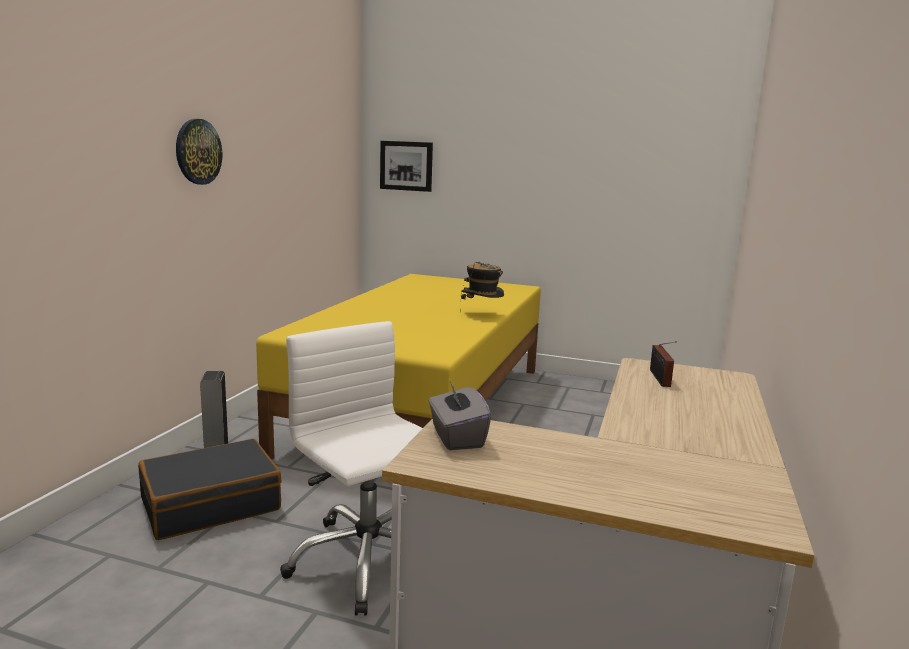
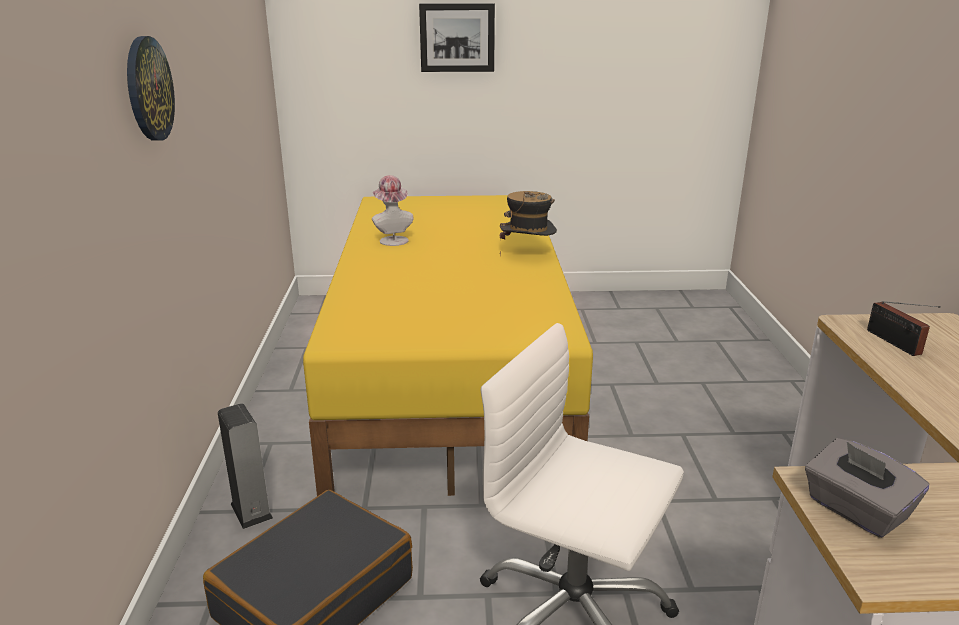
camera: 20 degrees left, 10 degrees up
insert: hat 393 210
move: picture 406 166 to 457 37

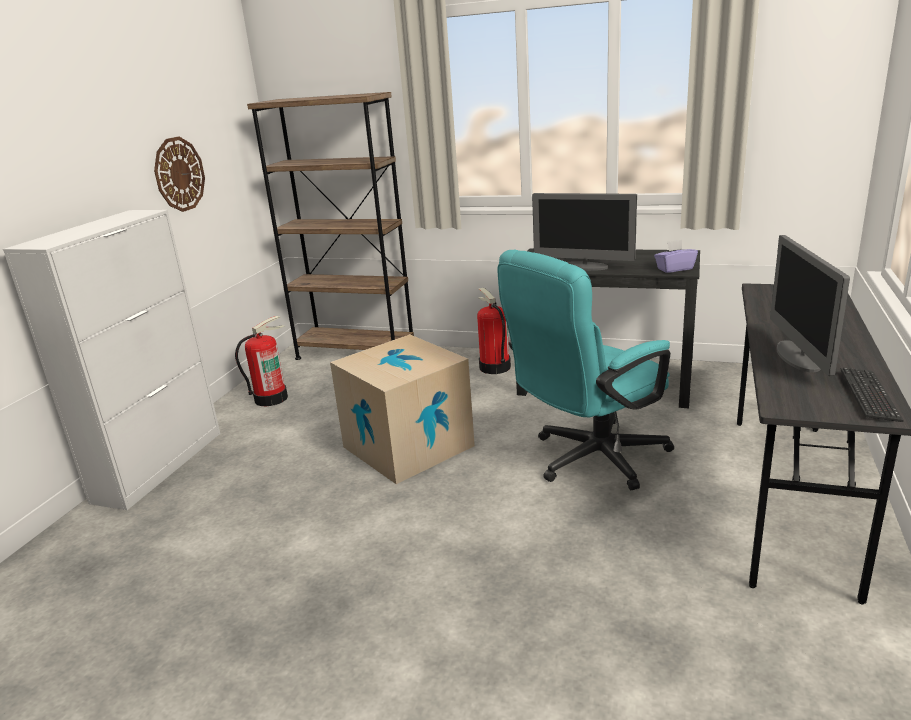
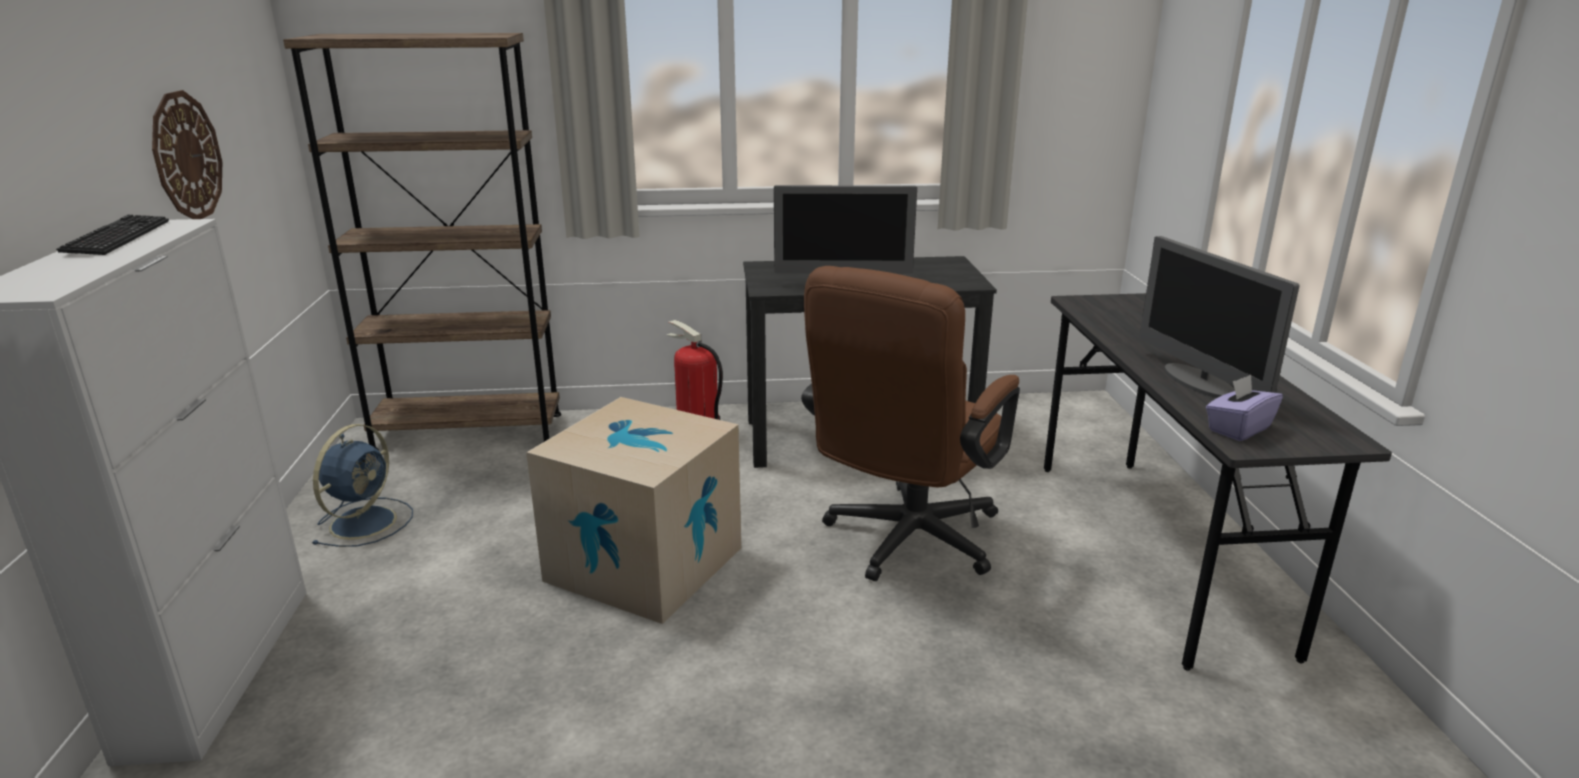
camera: 25 degrees left, 0 degrees up
move: purple tissue box 676 256 to 1244 408; keyboard 872 395 to 112 235
replace: fire extinguisher 261 361 to blue fan 362 485
recolor: turquoise office chair 585 370 to brown office chair 910 423

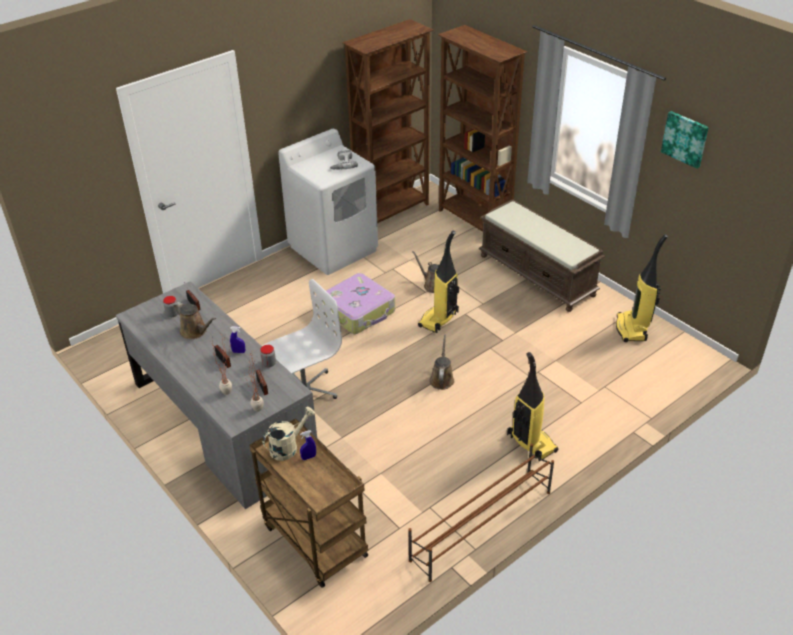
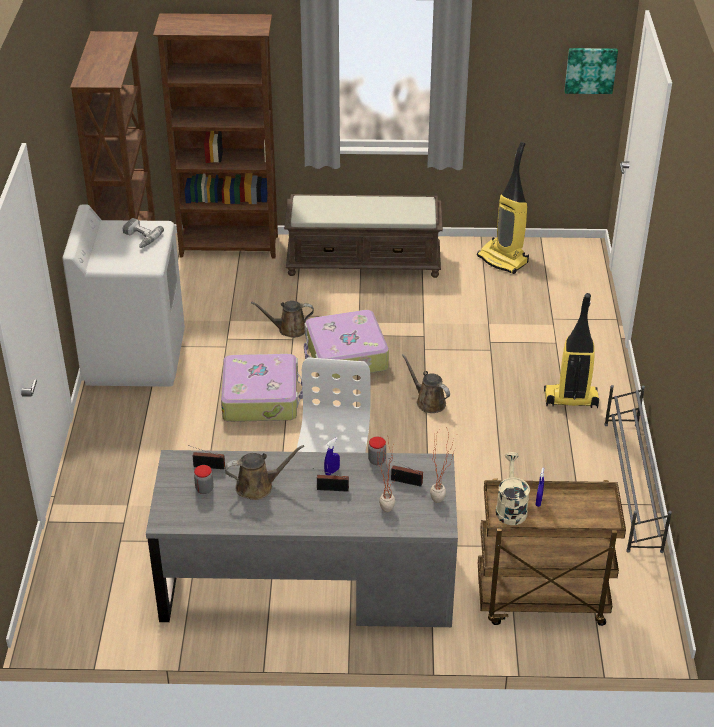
camera: 50 degrees left, 0 degrees up
move: picture 685 140 to 591 71
replace: vacuum cleaner 438 282 to suitcase 346 344
recolor: brown shoe rack 481 513 to grey shoe rack 638 469

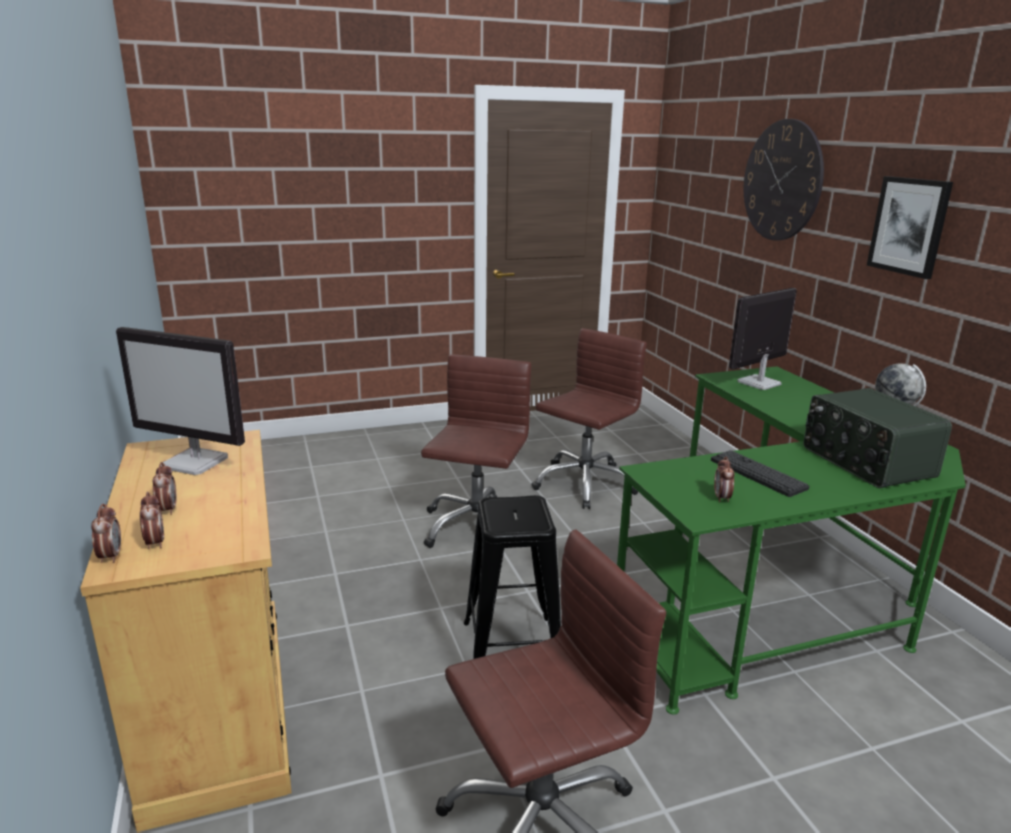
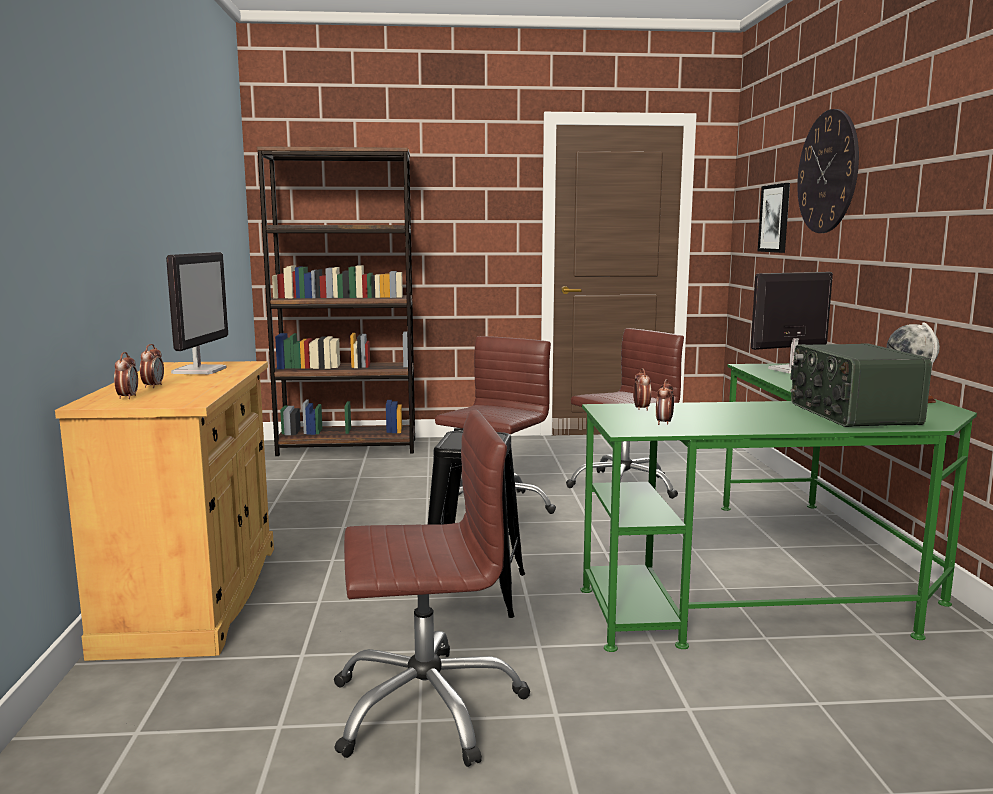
camera: 15 degrees right, 10 degrees down
delete: keyboard 760 473
insert: brown bookcase 336 301
move: alarm clock 106 533 to 642 389; picture 910 227 to 774 218
rotate: monitor 180 401 = 197 313 120 degrees counterclockwise

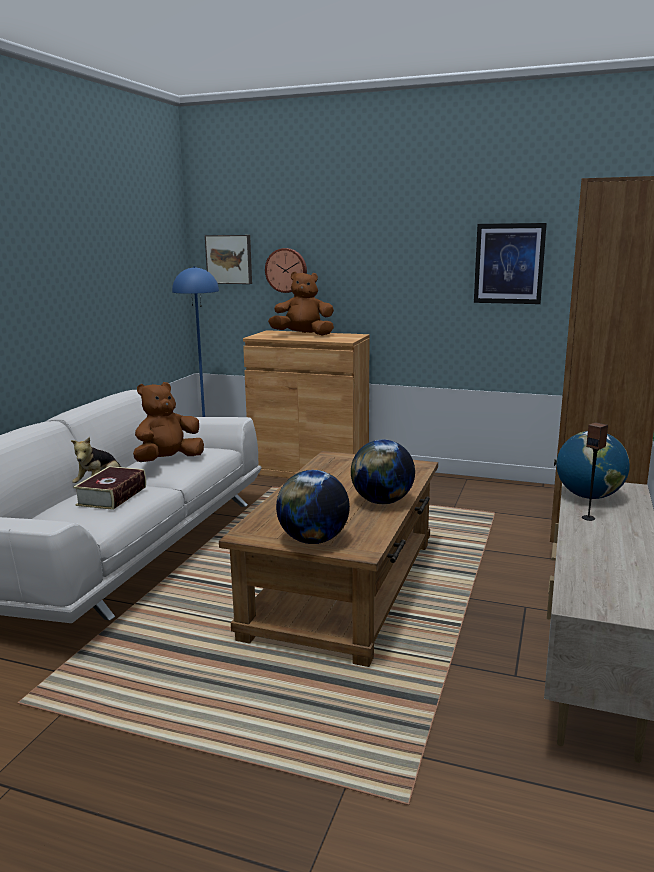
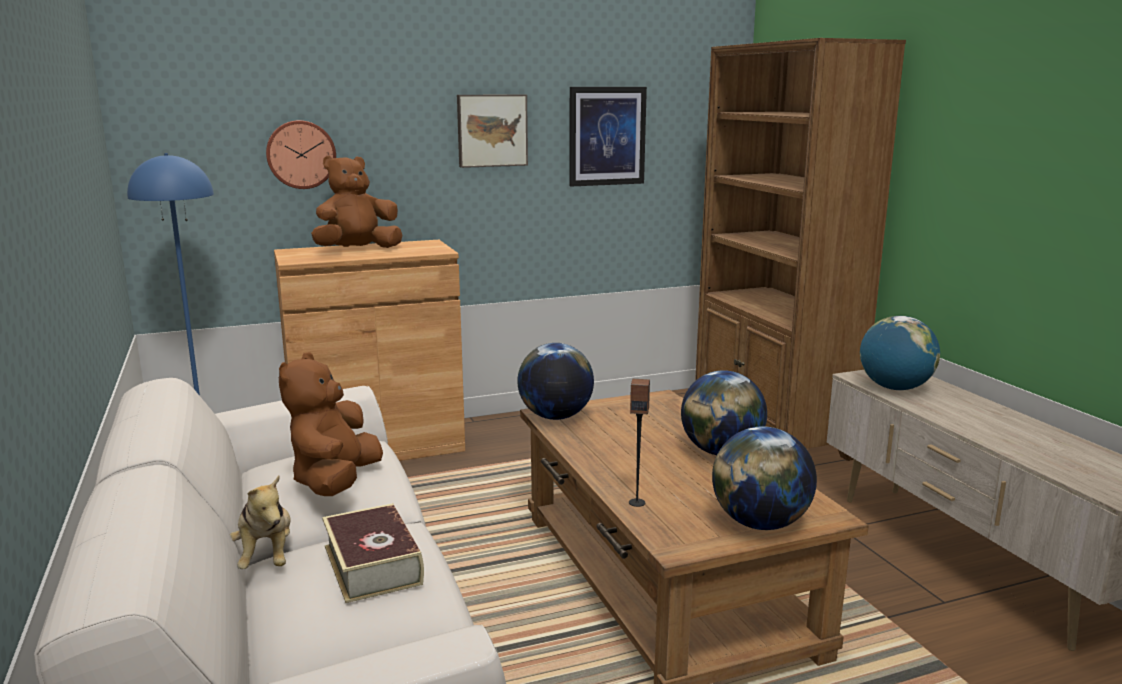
camera: 40 degrees left, 0 degrees up
insert: globe 555 381
move: picture 228 259 to 492 131; speaker 595 471 to 639 443

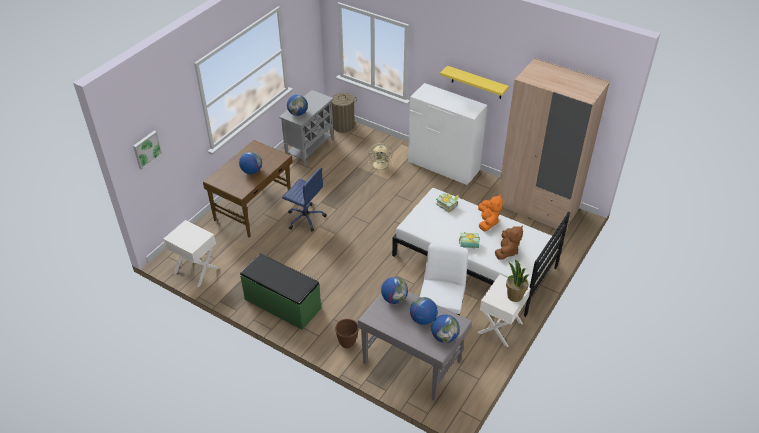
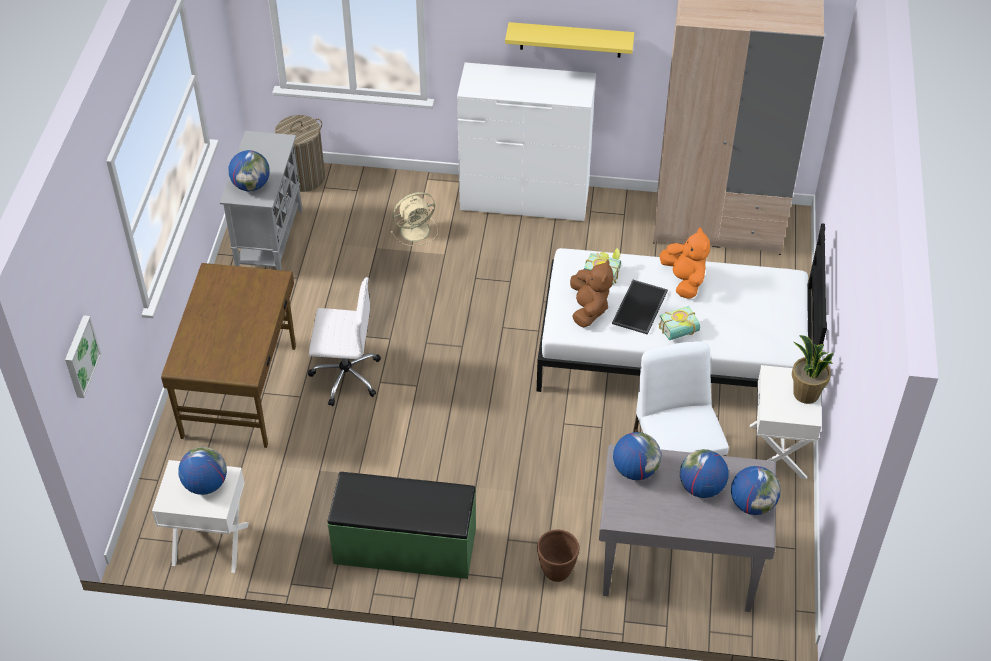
camera: 25 degrees left, 5 degrees up
insert: tray 640 307
move: globe 250 162 to 202 471; brown plush toy 509 242 to 591 293
recolor: blue office chair 304 200 to white office chair 344 341

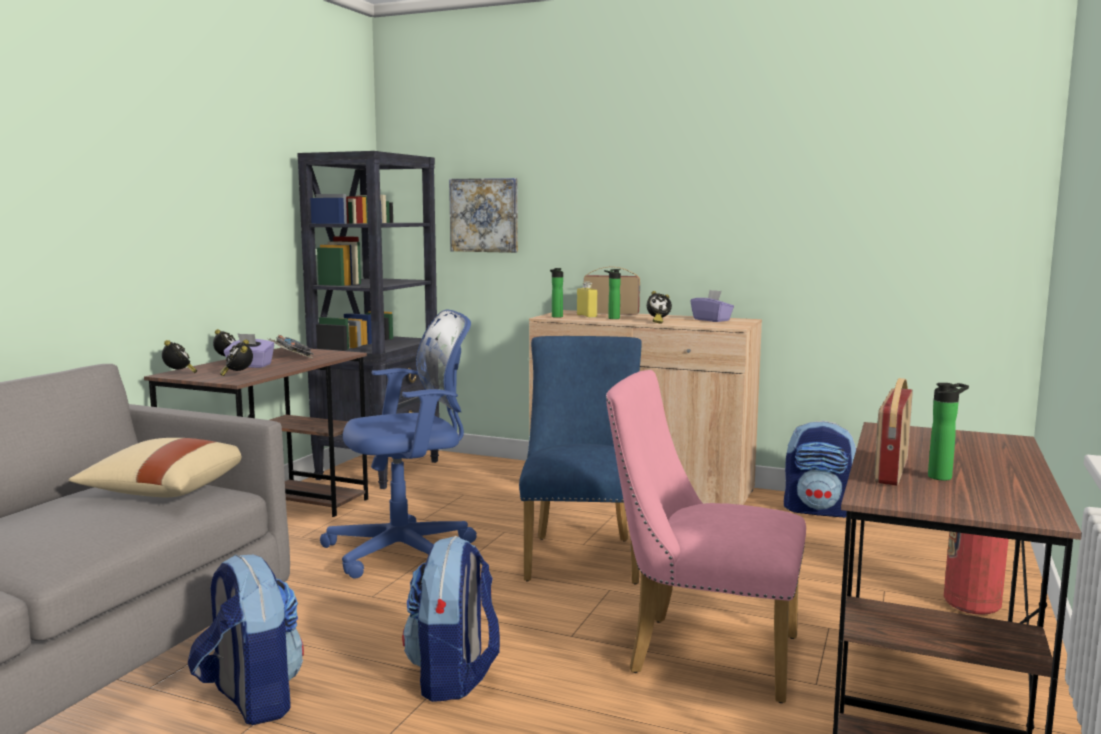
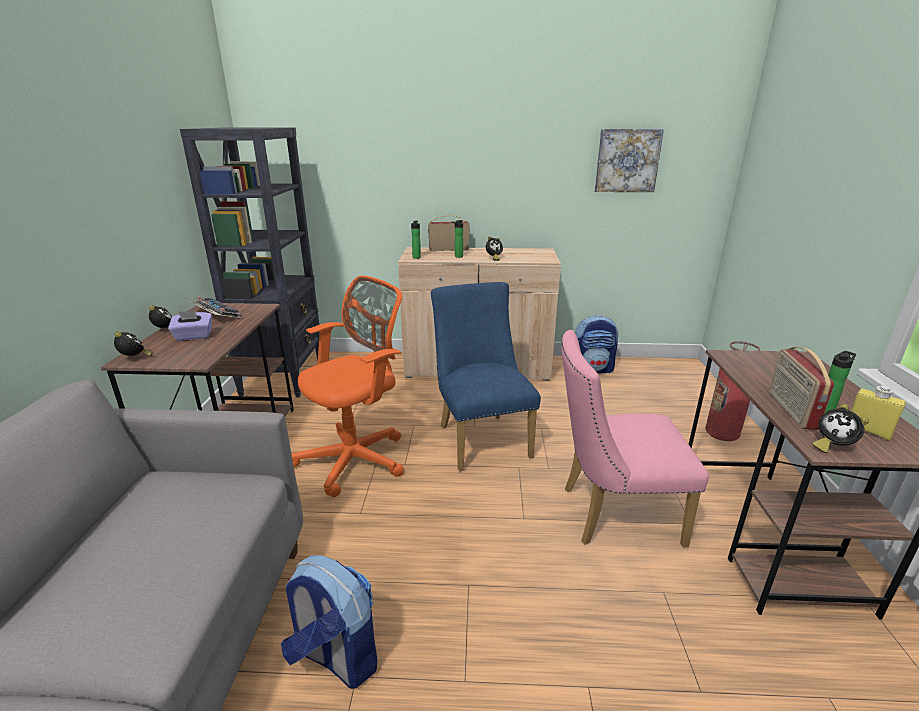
camera: 20 degrees left, 15 degrees up
delete: beige pillow 155 467; backpack 451 619; purple tissue box 712 306
move: alarm clock 236 357 to 840 428; picture 483 215 to 629 160; yellow bottle 587 299 to 878 413
recolor: blue office chair 398 444 to orange office chair 348 386

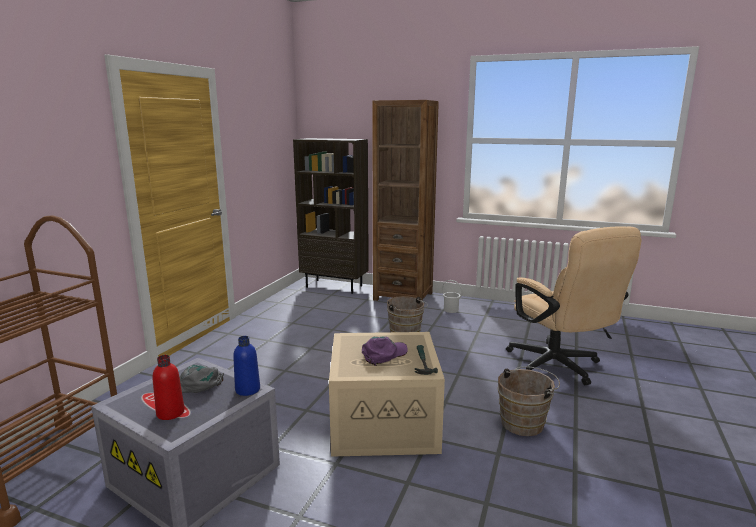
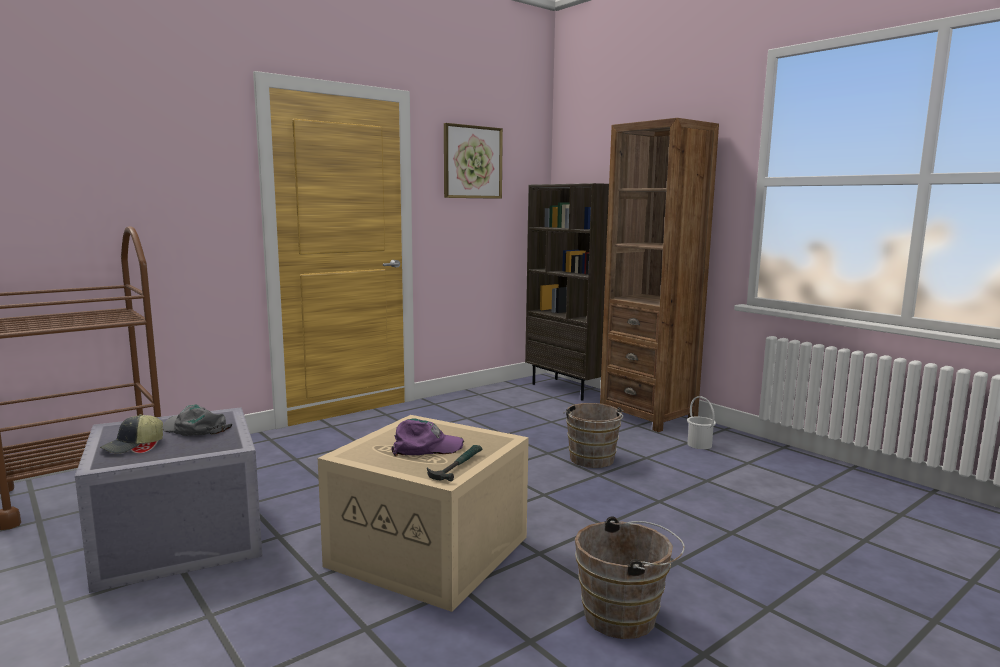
camera: 30 degrees right, 5 degrees down
delete: blue bottle 246 366; beige office chair 573 305
insert: picture 473 161
replace: red bottle 168 387 to cap 131 434

